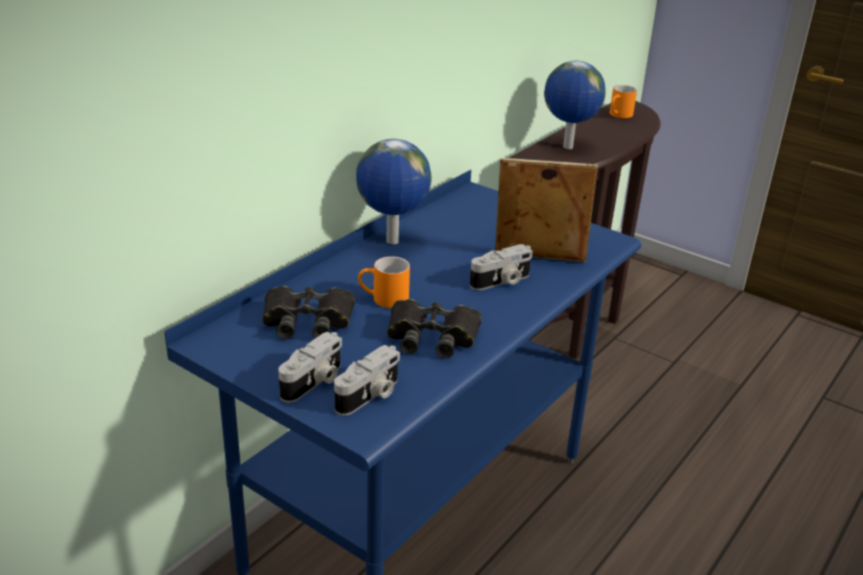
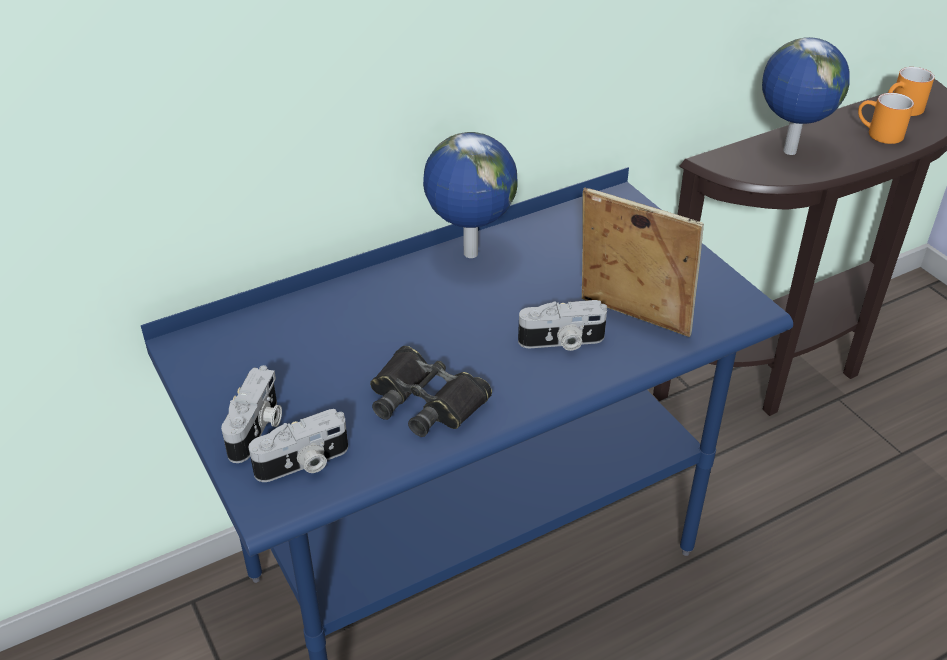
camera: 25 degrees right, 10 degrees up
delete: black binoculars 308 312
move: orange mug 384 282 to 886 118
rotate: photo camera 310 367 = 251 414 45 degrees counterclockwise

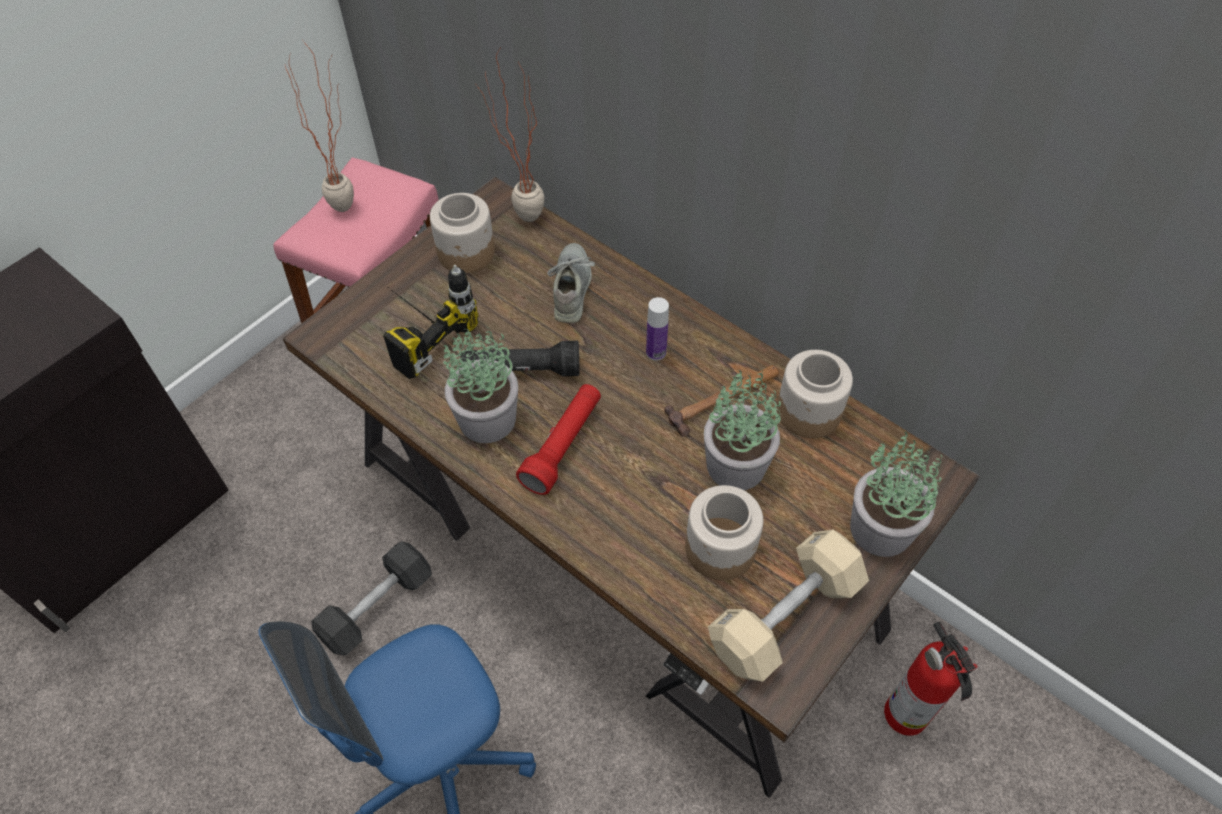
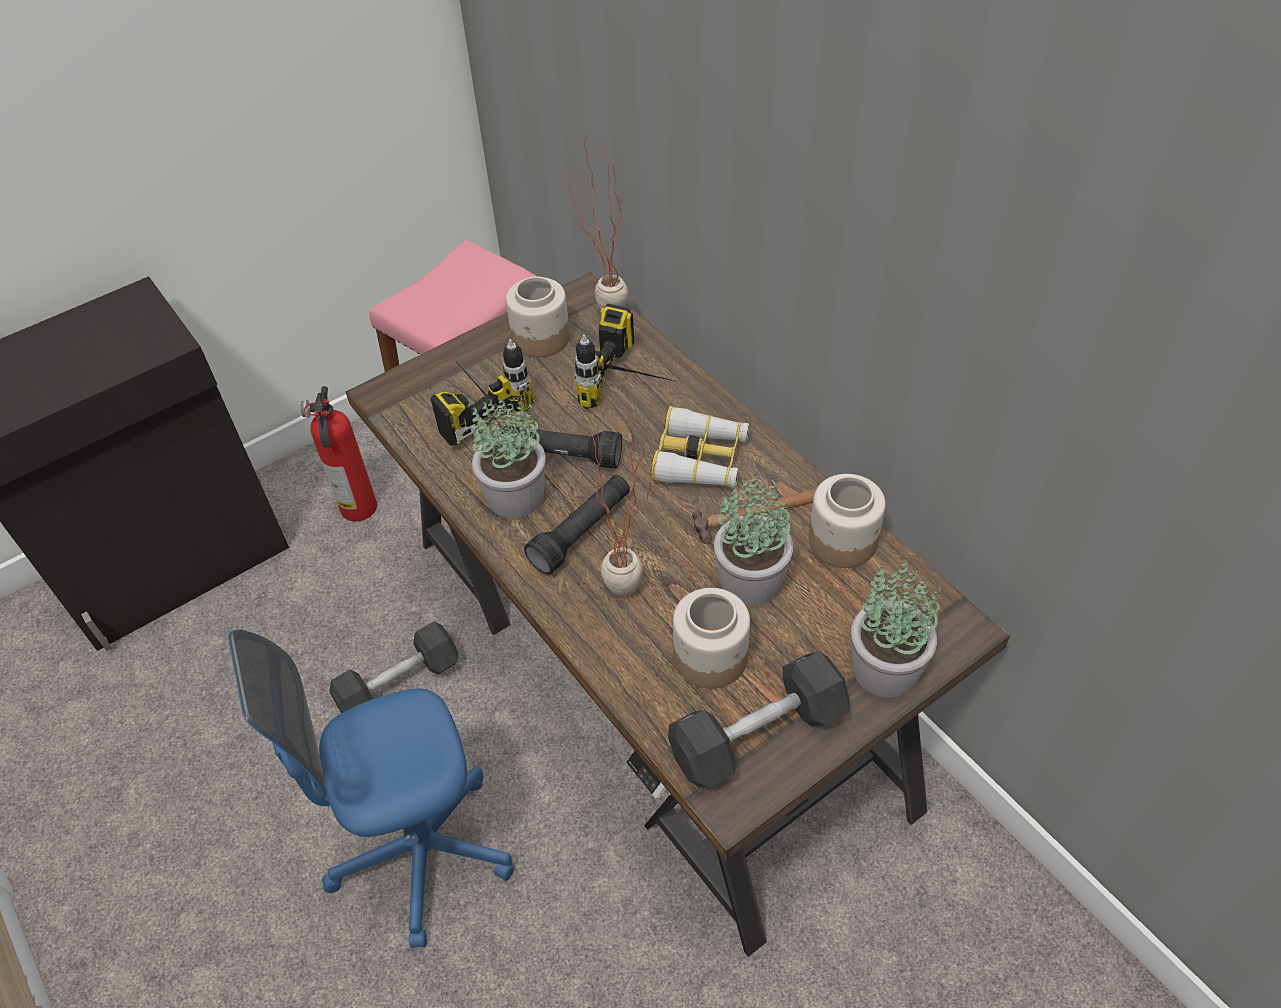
camera: 15 degrees right, 5 degrees down
move: potted plant 319 126 to 624 500; fire extinguisher 931 678 to 339 454
replace: grey shoe 571 283 to power drill 626 356; bottle 657 329 to binoculars 700 447
recolor: red flashlight 558 439 to black flashlight 577 525; beige dumbbell 788 606 to black dumbbell 759 719

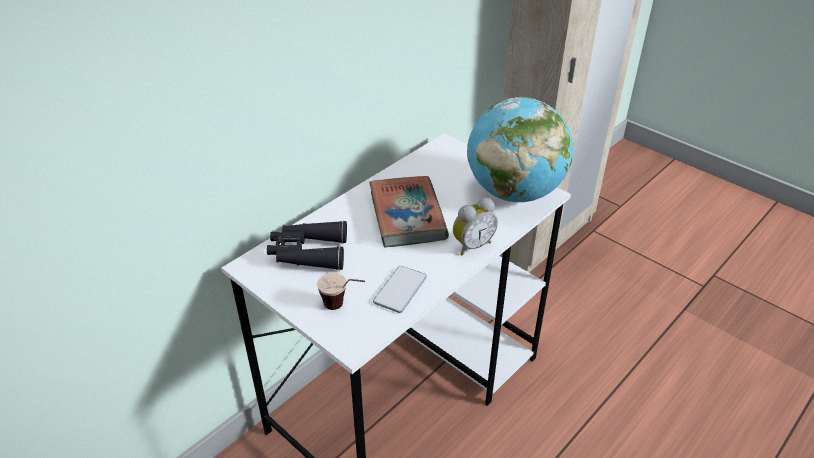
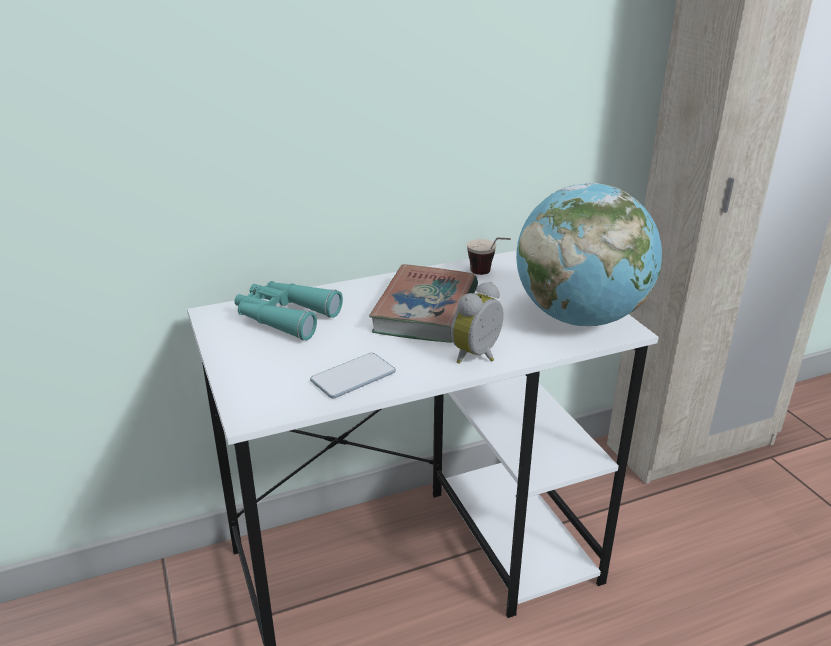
camera: 25 degrees right, 10 degrees down
move: cup 341 291 to 489 256
recolor: black binoculars 307 245 to turquoise binoculars 289 310
rotate: alarm clock 475 227 = 477 323 135 degrees clockwise

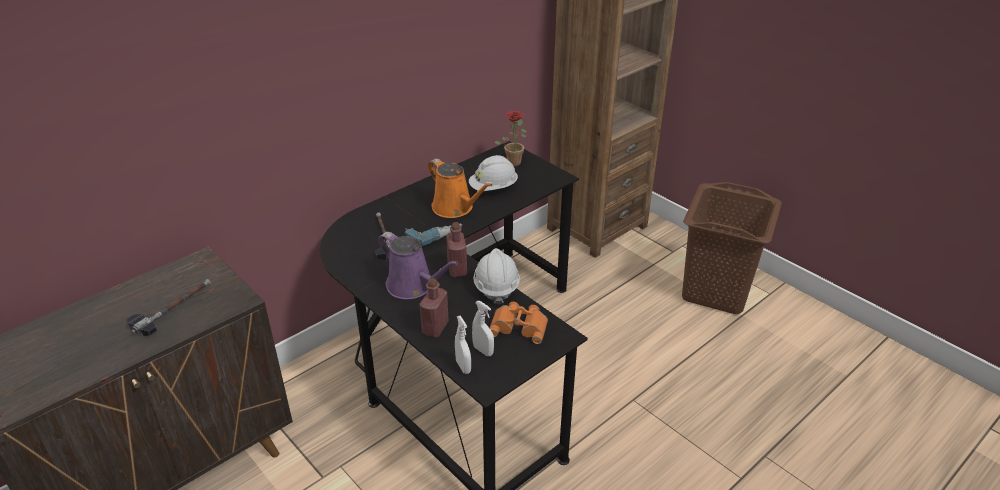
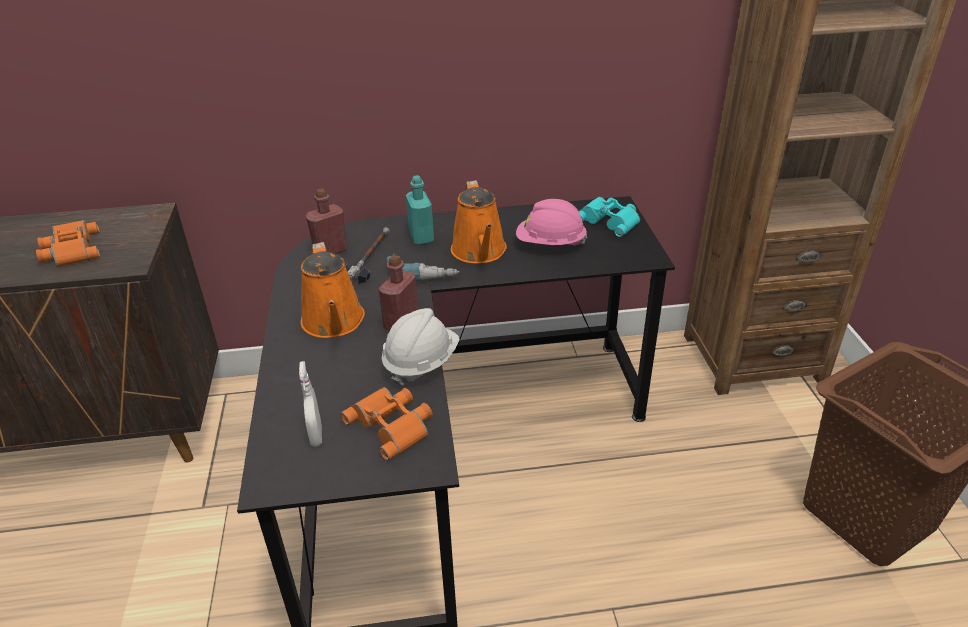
camera: 35 degrees right, 0 degrees up
delete: white spray bottle 463 345
insert: turquoise bottle 420 210
move: red bottle 434 307 to 326 221
replace: hammer 169 307 to orange binoculars 68 243; potted plant 511 138 to turquoise binoculars 609 217
recolor: purple watering can 418 265 to orange watering can 333 290; white hard hat 493 173 to pink hard hat 551 222

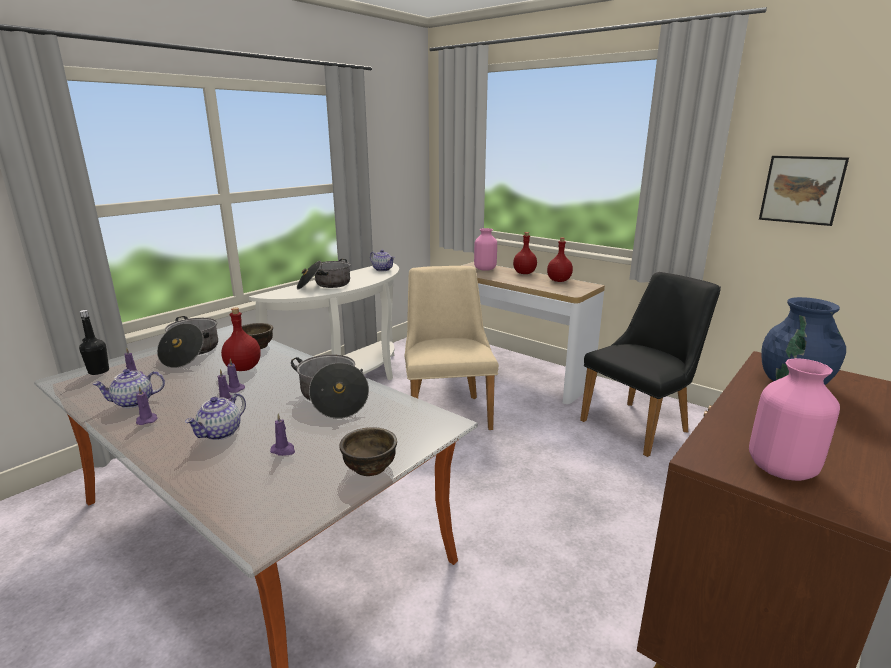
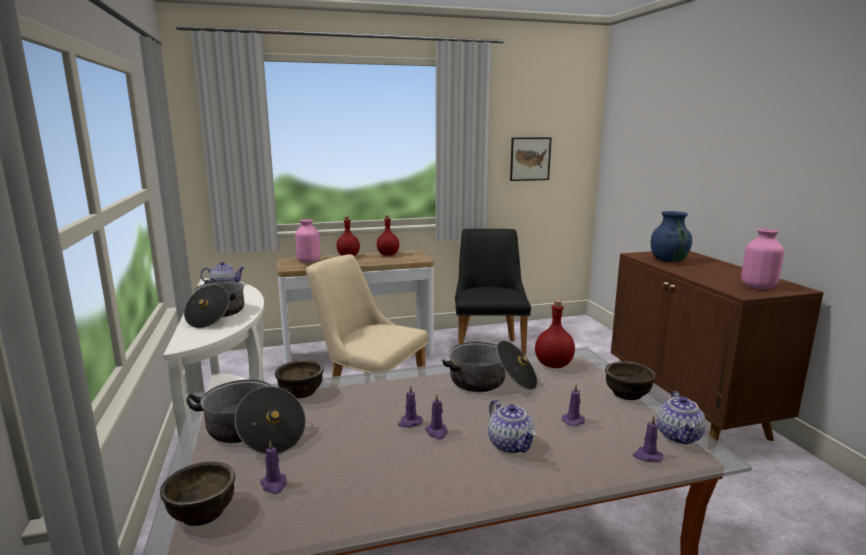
camera: 55 degrees left, 5 degrees down
move: teapot 128 388 to 681 417; purple candle 147 405 to 648 438; red bottle 241 339 to 555 334
replace: black bottle 94 342 to brown bowl 197 494

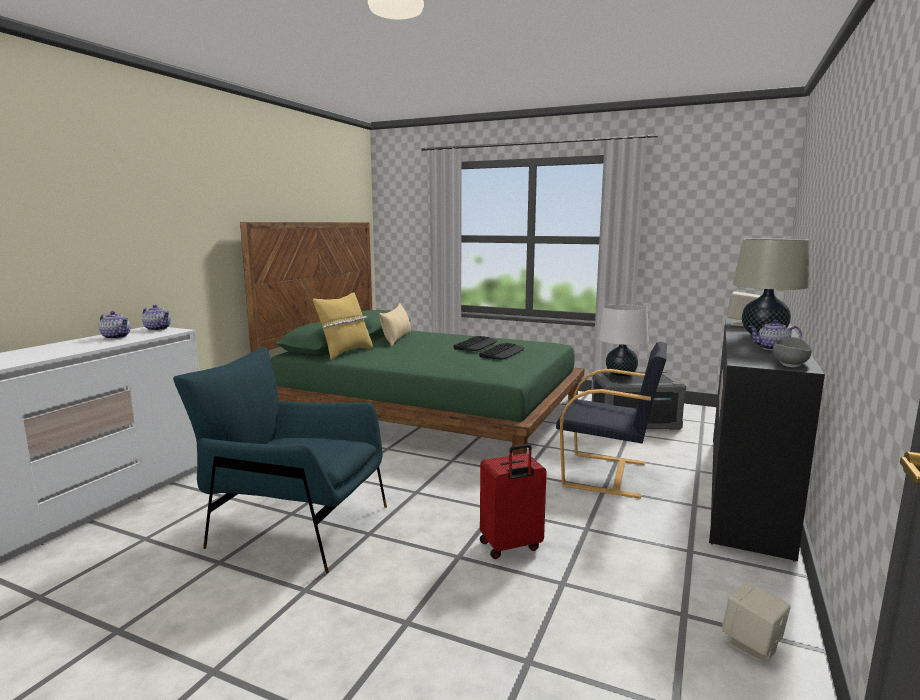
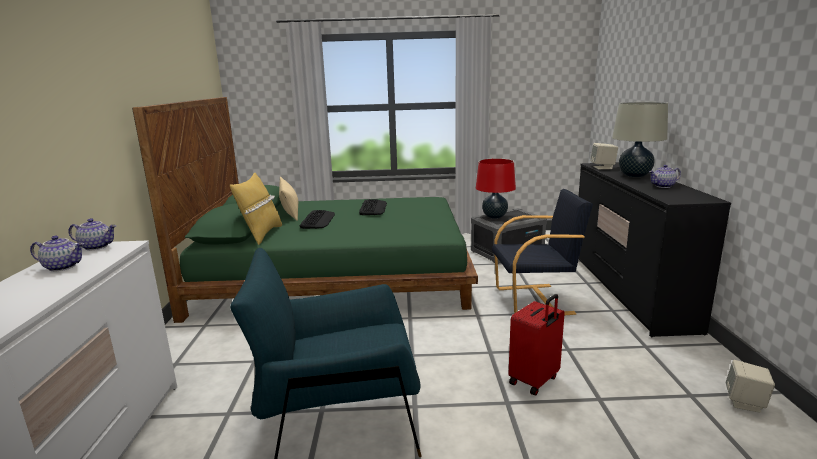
camera: 25 degrees left, 5 degrees up
delete: grey bowl 792 352
move: keyboard 501 351 to 317 219
recolor: white table lamp 623 340 to red table lamp 496 188

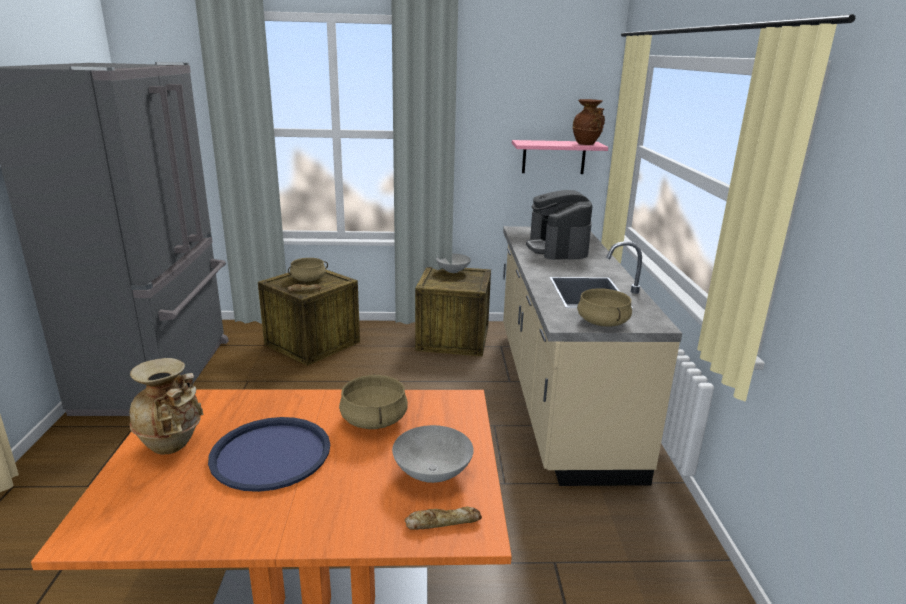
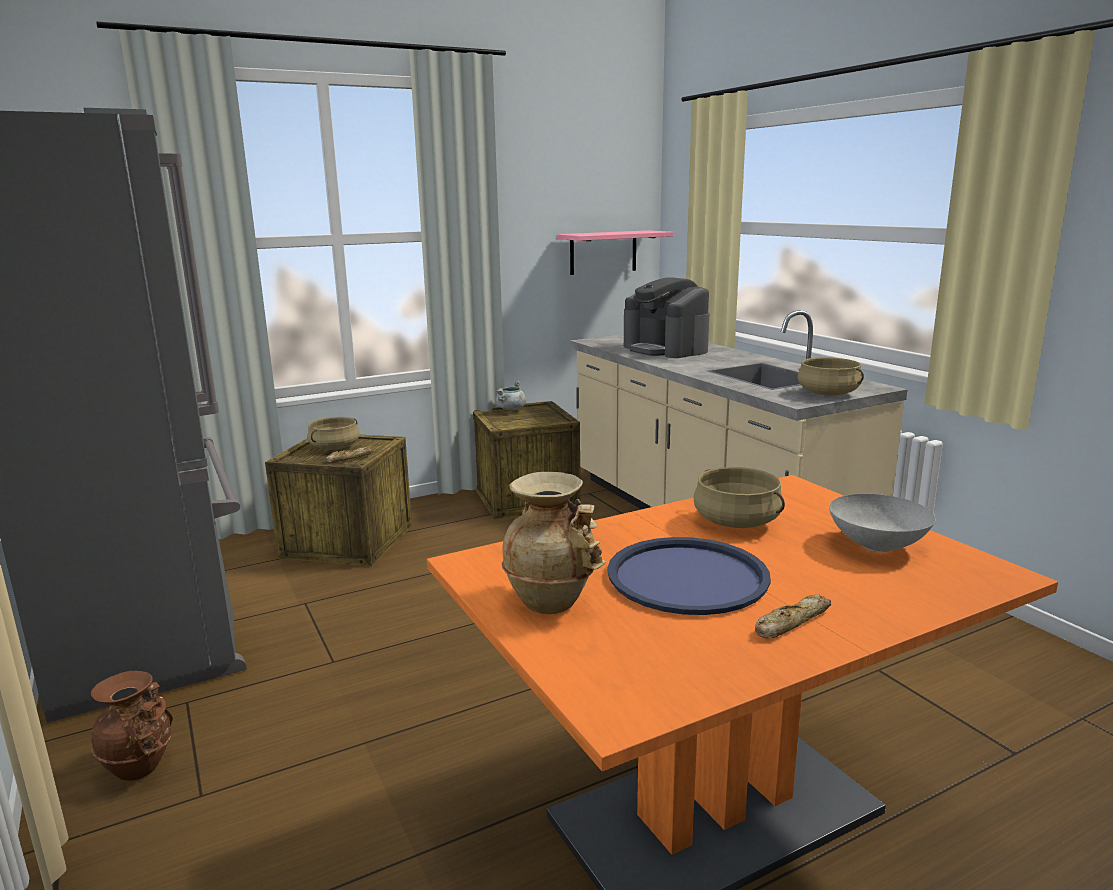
camera: 25 degrees left, 5 degrees down
move: bread 443 518 to 793 616; brown vase 588 122 to 132 726
replace: grey bowl 453 263 to grey cooking pot 511 395

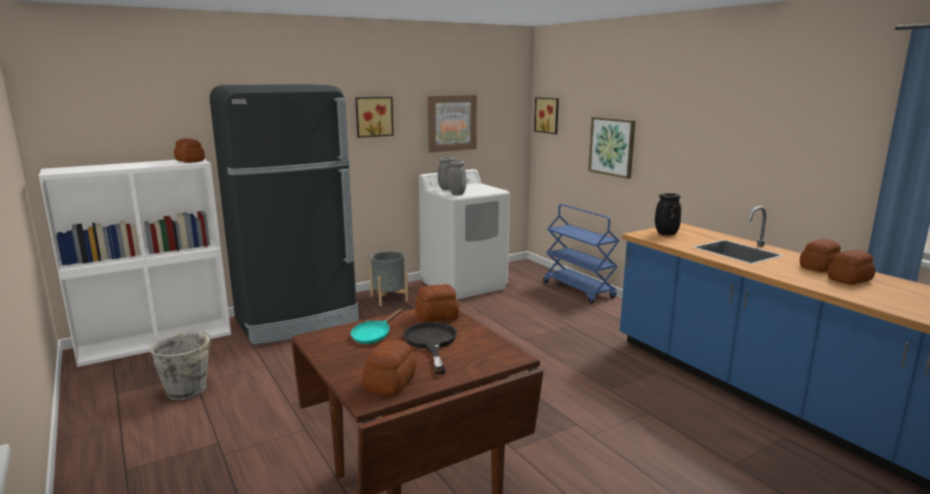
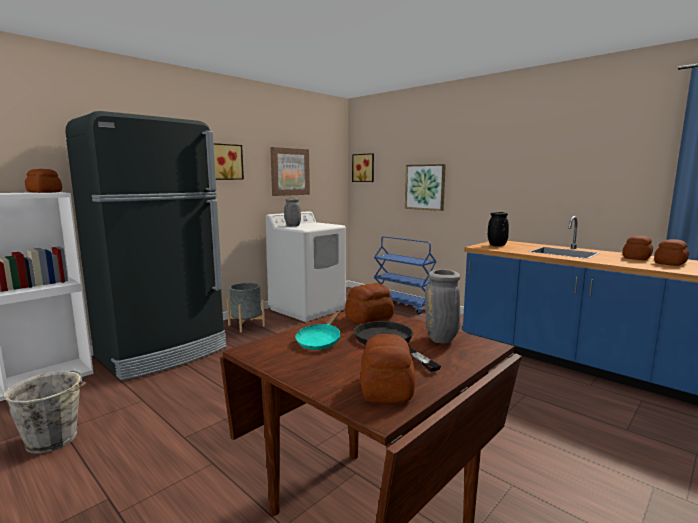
camera: 15 degrees left, 5 degrees down
move: grey vase 457 178 to 442 306

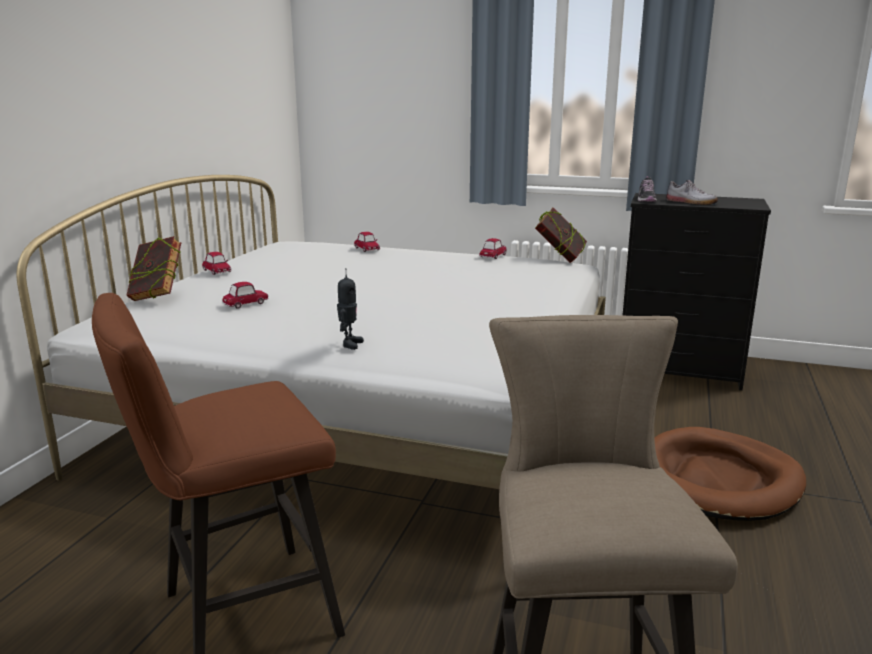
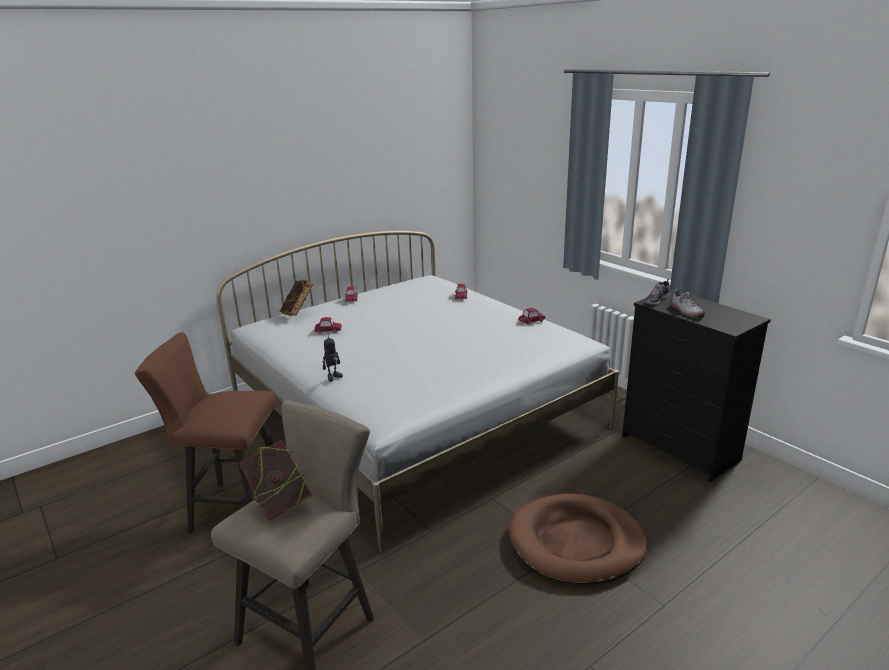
camera: 35 degrees right, 5 degrees up
move: book 561 235 to 275 480

